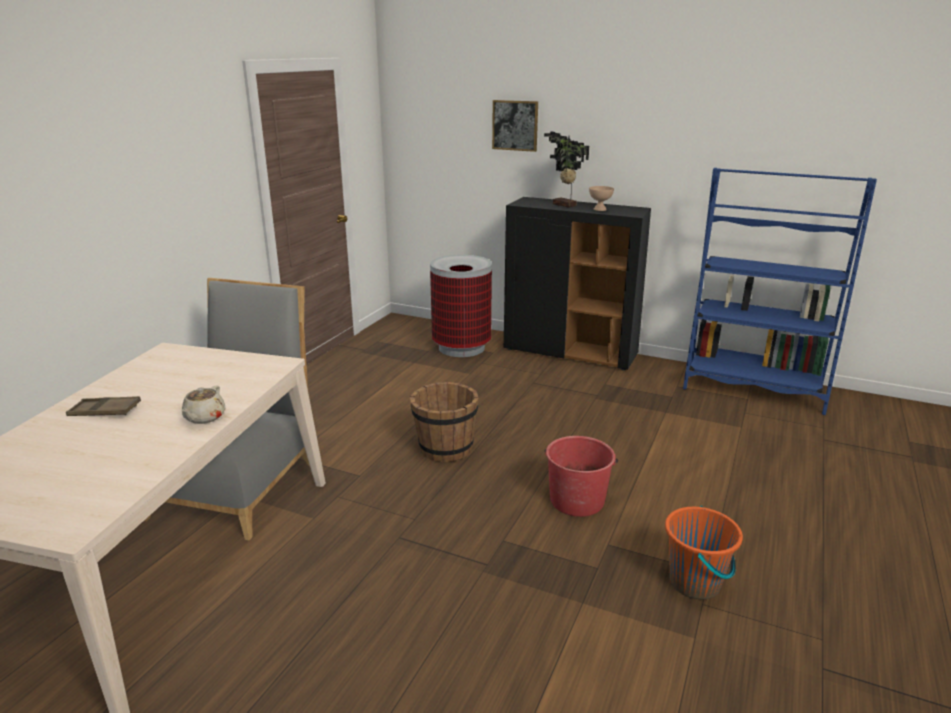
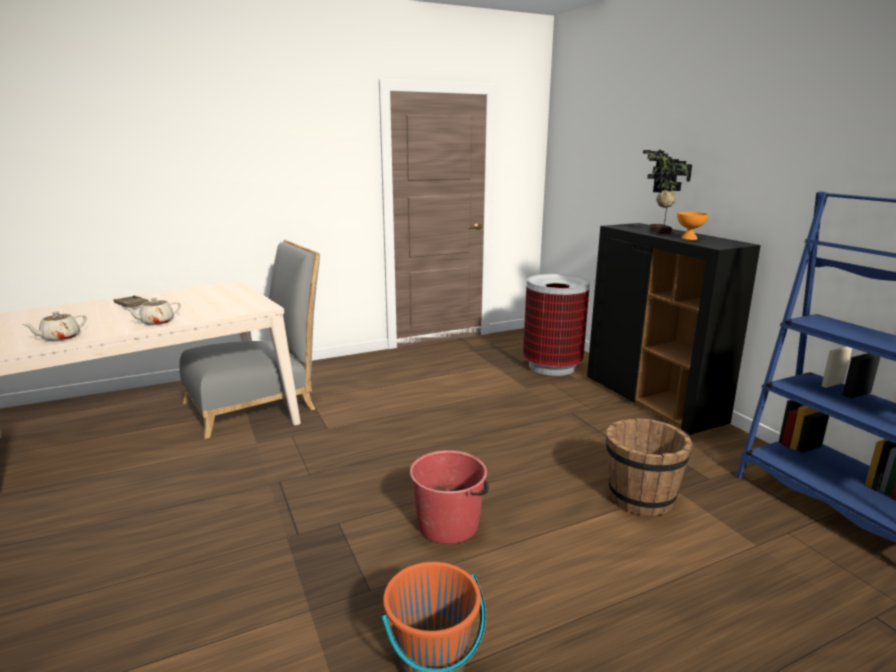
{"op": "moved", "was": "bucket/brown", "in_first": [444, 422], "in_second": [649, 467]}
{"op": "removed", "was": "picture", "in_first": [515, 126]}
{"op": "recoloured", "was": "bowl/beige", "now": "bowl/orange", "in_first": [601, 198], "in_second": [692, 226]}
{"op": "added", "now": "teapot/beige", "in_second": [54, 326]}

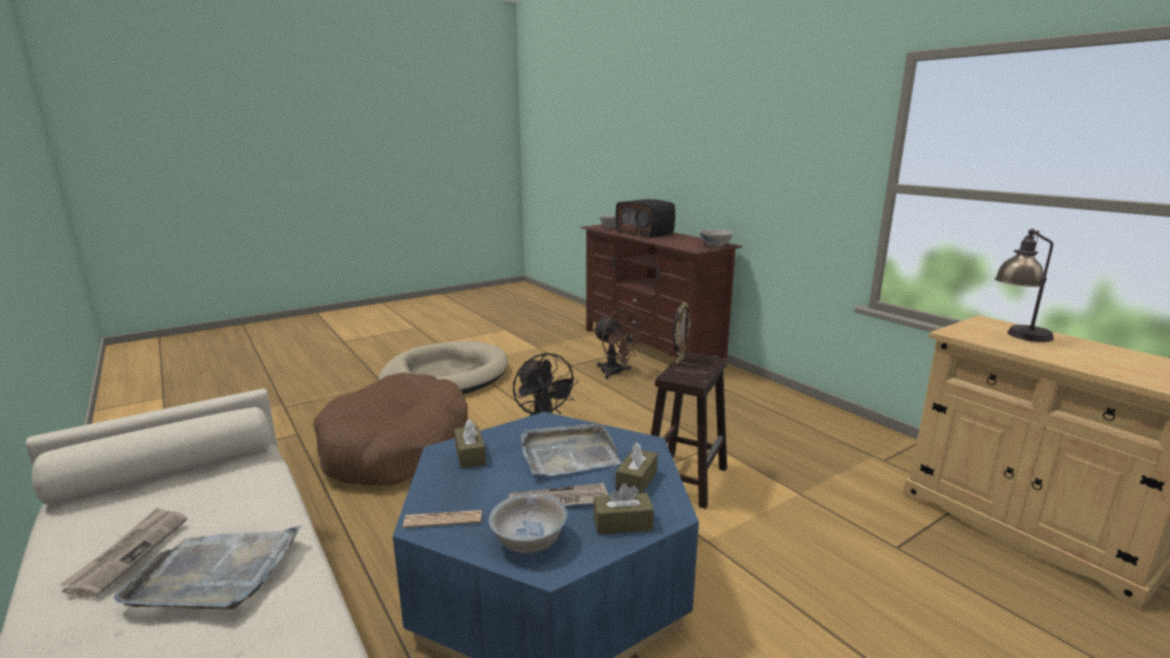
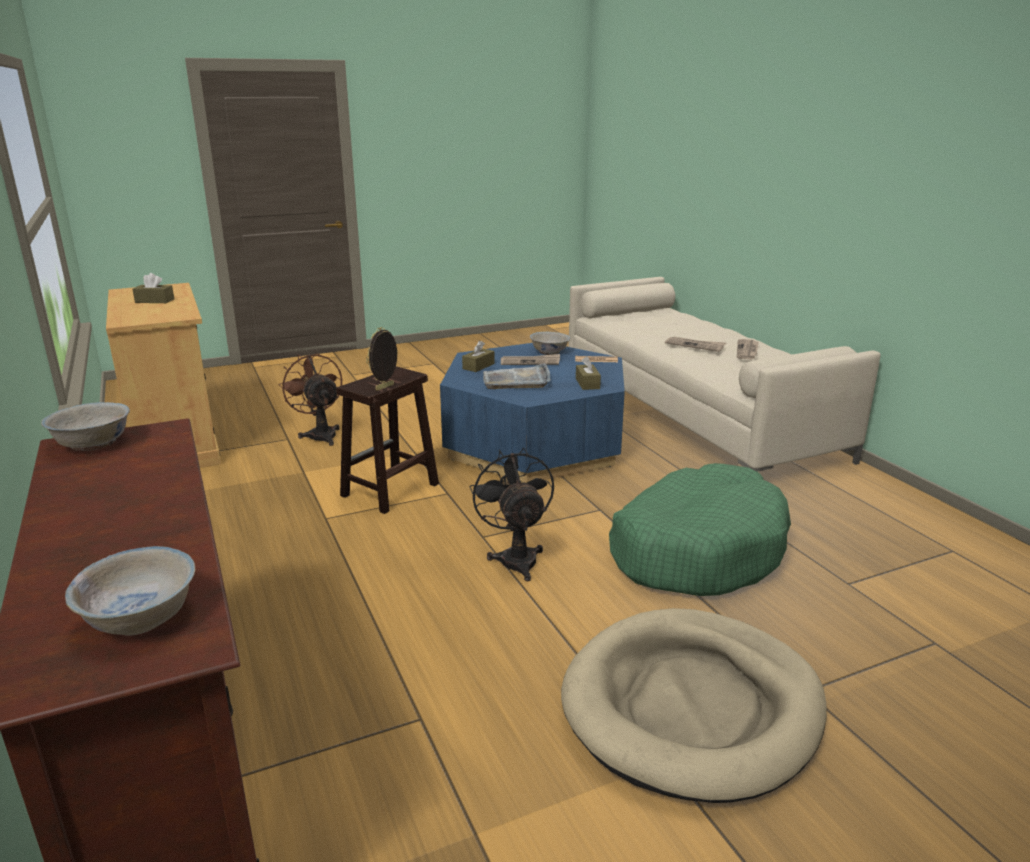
{"op": "replaced", "was": "tray/grey", "now": "newspaper", "in_first": [208, 567], "in_second": [695, 344]}
{"op": "recoloured", "was": "dog bed/brown", "now": "dog bed/green", "in_first": [390, 429], "in_second": [700, 529]}
{"op": "moved", "was": "fan/brown", "in_first": [619, 343], "in_second": [310, 399]}
{"op": "moved", "was": "tissue box/brown", "in_first": [623, 508], "in_second": [153, 288]}
{"op": "removed", "was": "radio", "in_first": [645, 218]}
{"op": "removed", "was": "table lamp", "in_first": [1024, 285]}

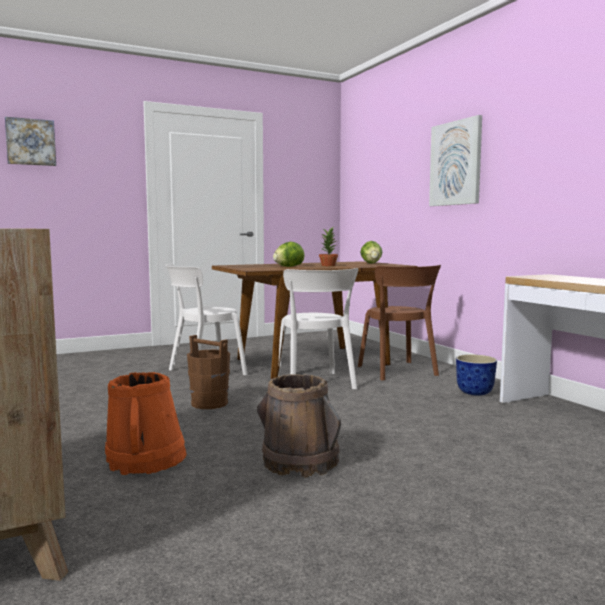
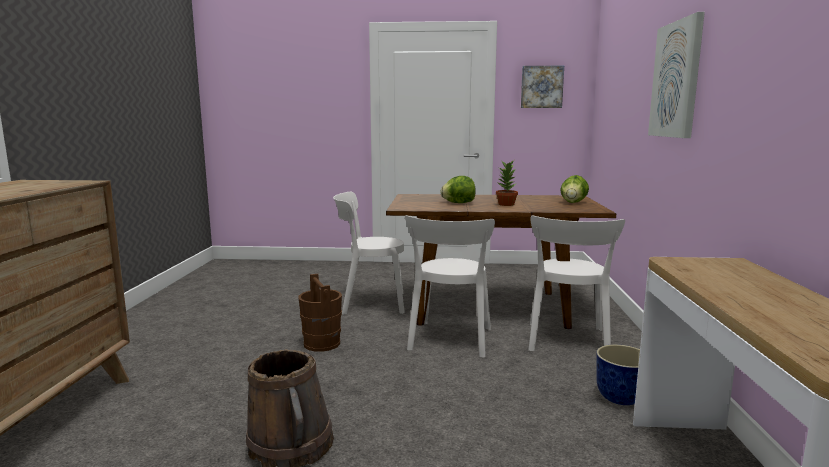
{"op": "moved", "was": "picture", "in_first": [30, 141], "in_second": [542, 87]}
{"op": "removed", "was": "bucket/orange", "in_first": [146, 423]}
{"op": "recoloured", "was": "chair/brown", "now": "chair/white", "in_first": [399, 322], "in_second": [576, 283]}

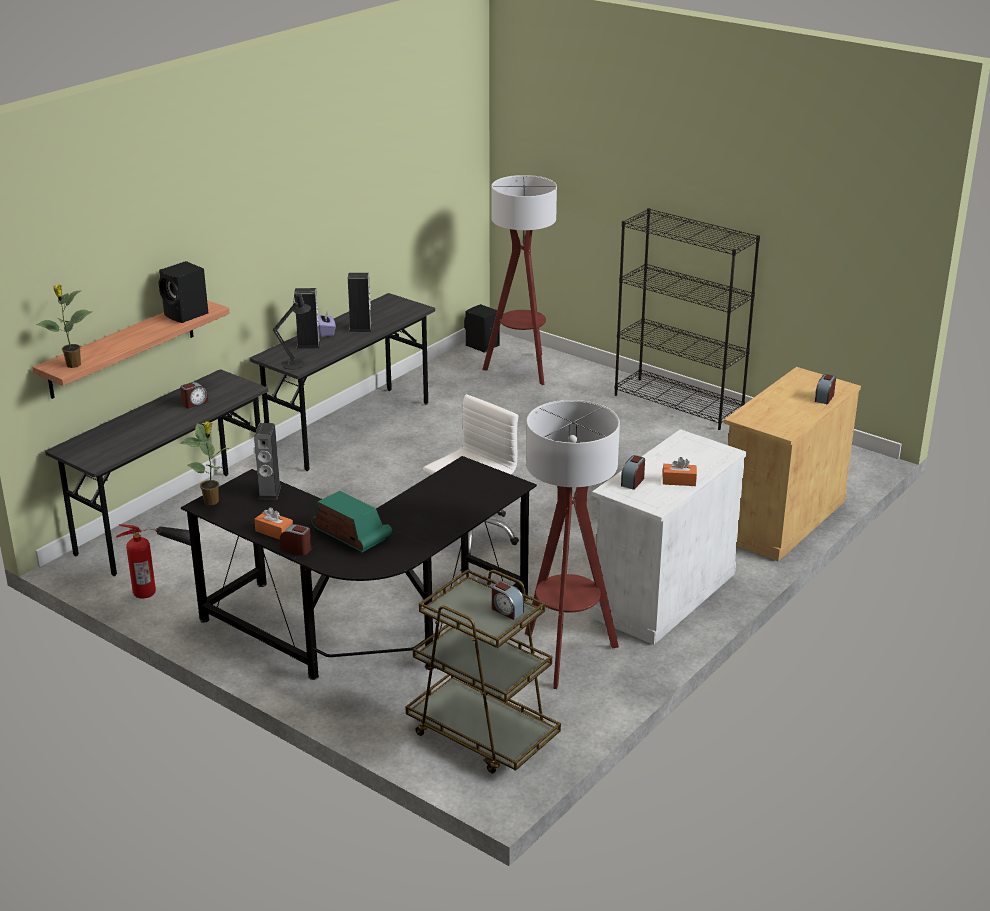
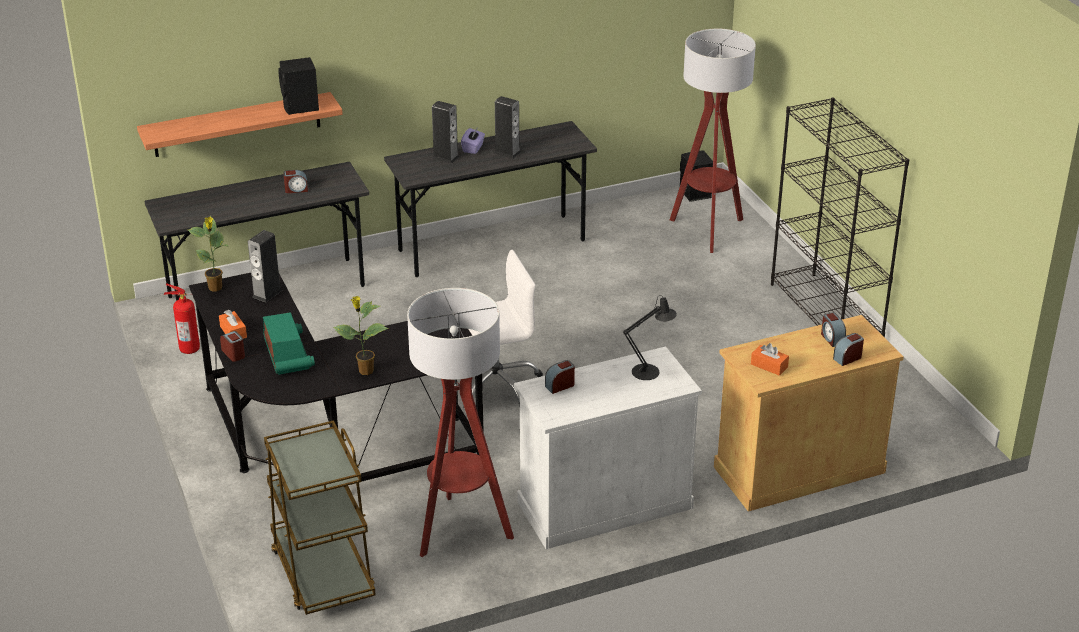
{"op": "moved", "was": "potted plant", "in_first": [64, 326], "in_second": [360, 335]}
{"op": "moved", "was": "table lamp/black", "in_first": [292, 330], "in_second": [650, 337]}
{"op": "moved", "was": "alarm clock", "in_first": [508, 600], "in_second": [833, 329]}
{"op": "moved", "was": "tissue box/orange", "in_first": [680, 471], "in_second": [770, 359]}

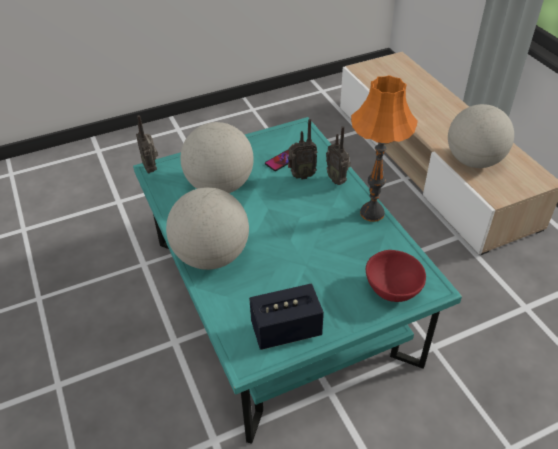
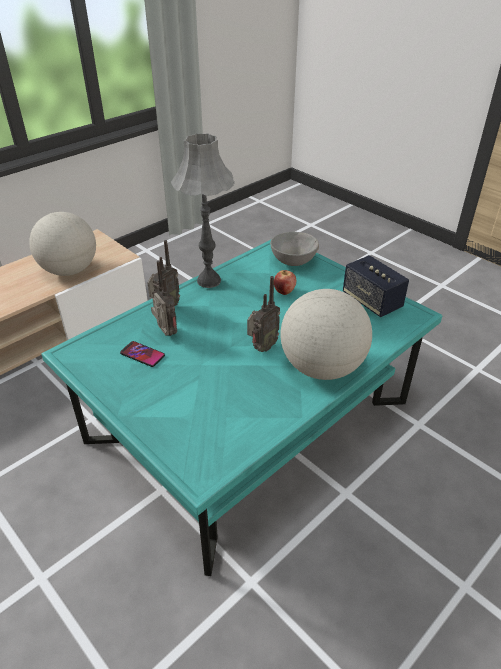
{"op": "moved", "was": "radio", "in_first": [147, 144], "in_second": [263, 314]}
{"op": "removed", "was": "globe", "in_first": [217, 157]}
{"op": "recoloured", "was": "table lamp/orange", "now": "table lamp/grey", "in_first": [384, 148], "in_second": [203, 210]}
{"op": "recoloured", "was": "bowl/red", "now": "bowl/grey", "in_first": [396, 276], "in_second": [294, 249]}
{"op": "added", "now": "apple", "in_second": [285, 282]}

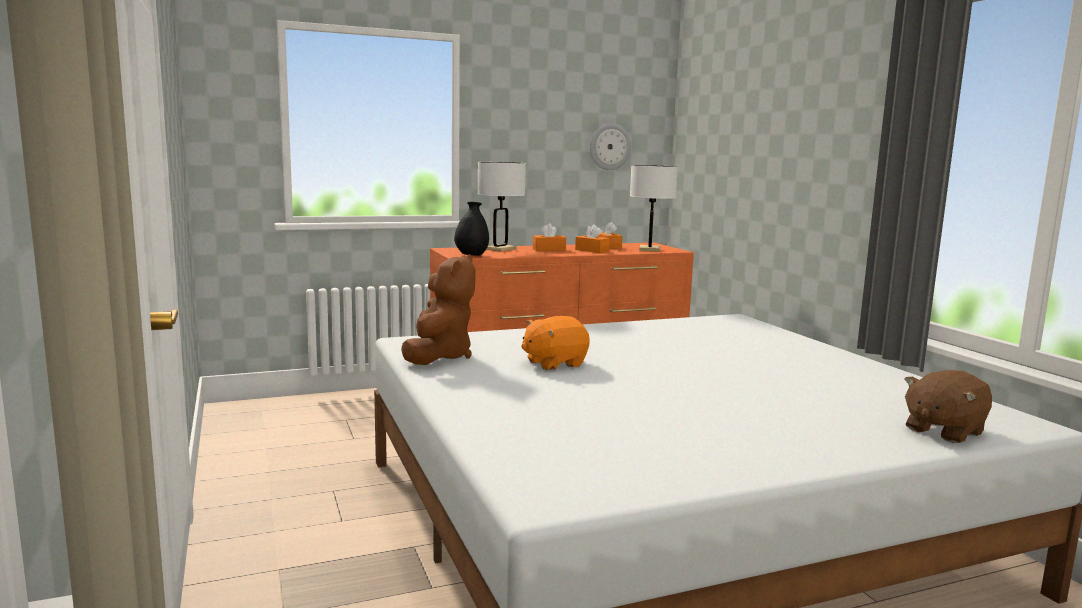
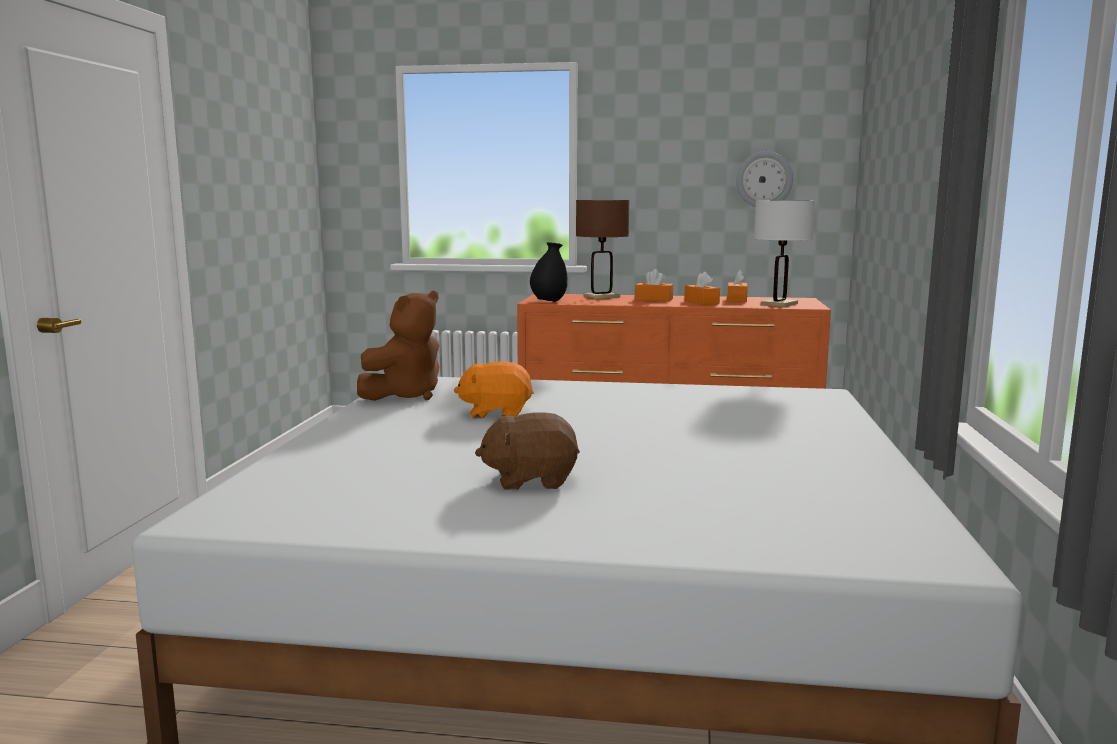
{"op": "recoloured", "was": "table lamp/white", "now": "table lamp/brown", "in_first": [502, 206], "in_second": [603, 249]}
{"op": "moved", "was": "plush toy/brown", "in_first": [948, 406], "in_second": [527, 451]}

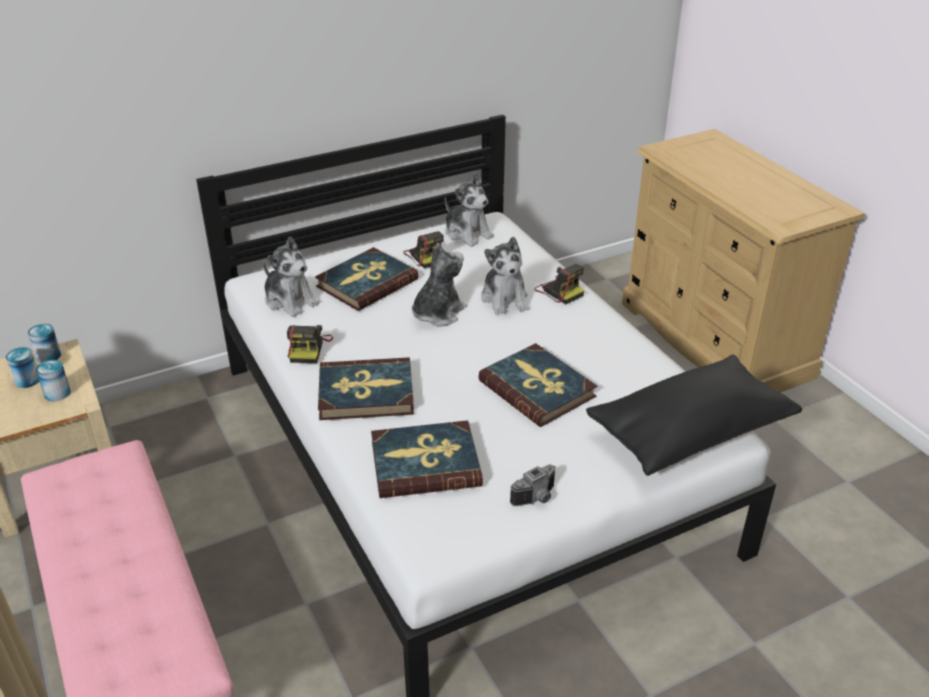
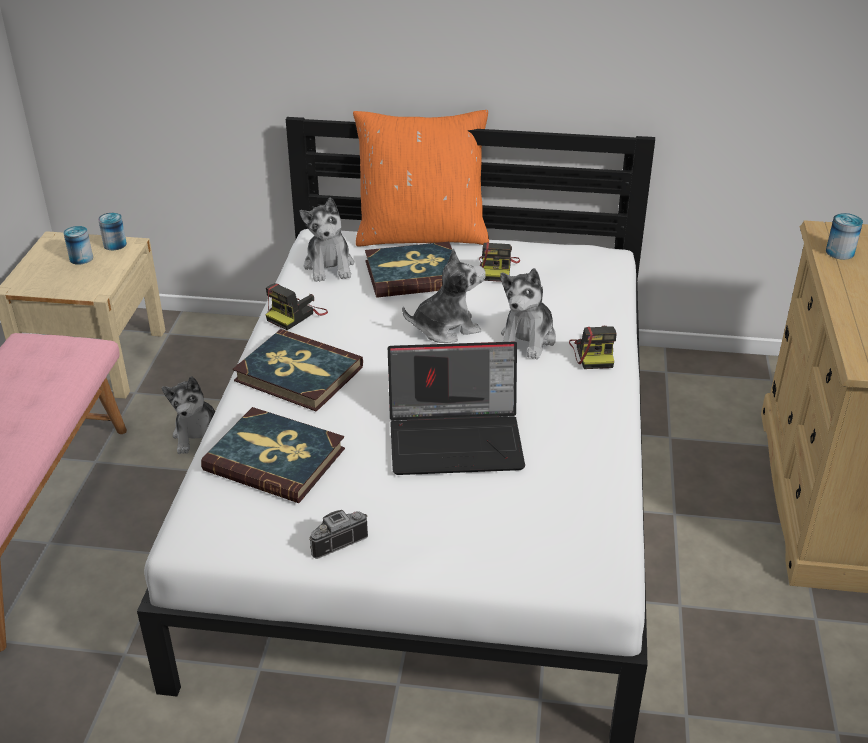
{"op": "moved", "was": "can", "in_first": [53, 380], "in_second": [844, 236]}
{"op": "moved", "was": "plush toy", "in_first": [469, 210], "in_second": [188, 415]}
{"op": "replaced", "was": "book", "now": "laptop", "in_first": [537, 385], "in_second": [456, 408]}
{"op": "turned", "was": "photo camera", "in_first": [532, 485], "in_second": [338, 534], "clockwise": 150}
{"op": "removed", "was": "pillow/black", "in_first": [694, 415]}
{"op": "added", "now": "pillow/orange", "in_second": [421, 178]}

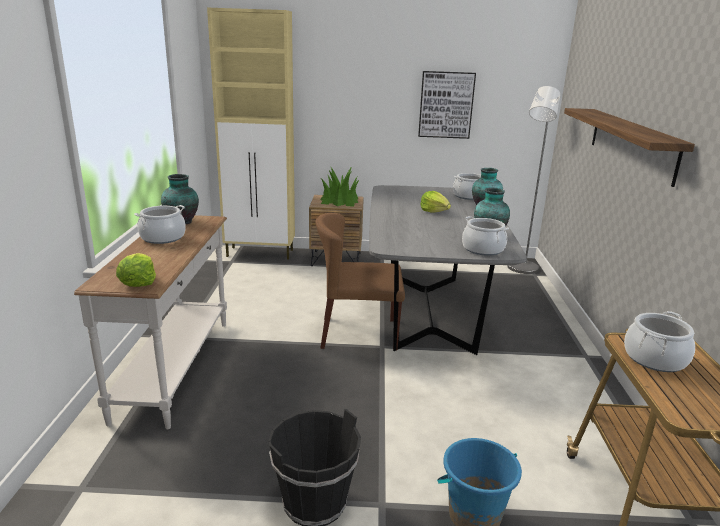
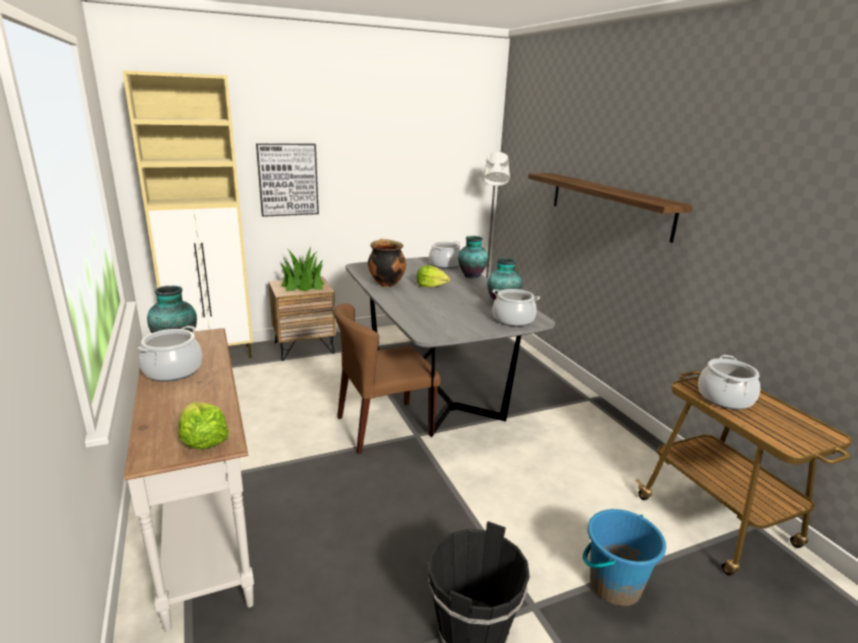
{"op": "moved", "was": "picture", "in_first": [447, 105], "in_second": [287, 180]}
{"op": "added", "now": "cooking pot", "in_second": [387, 263]}

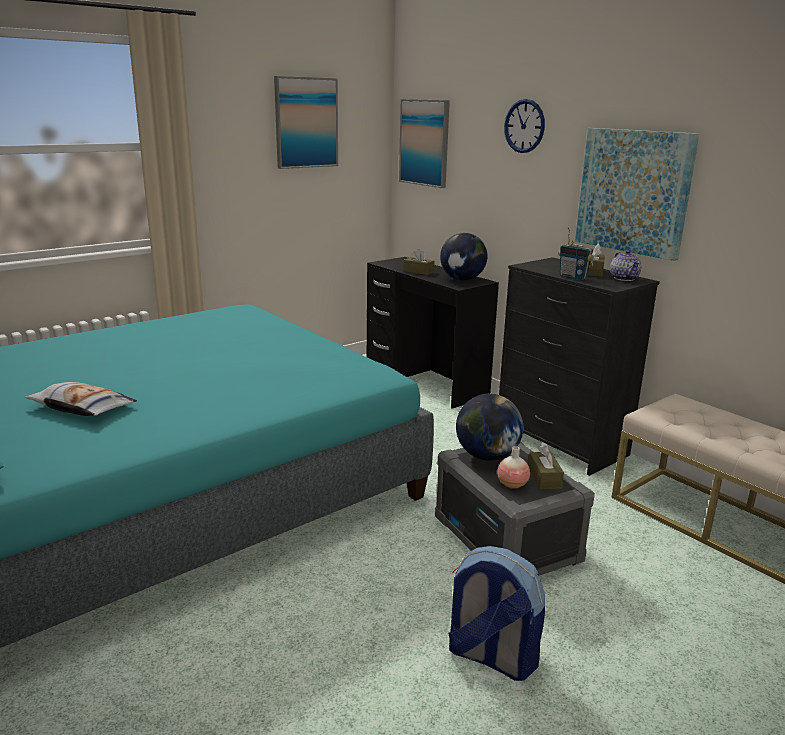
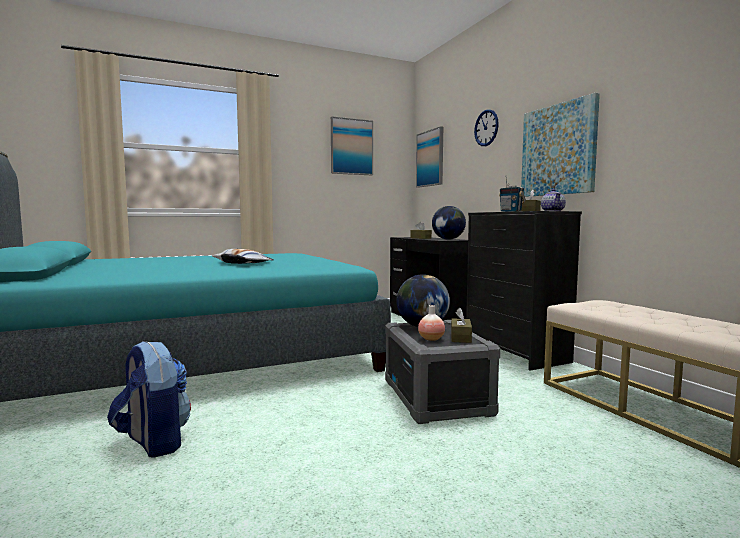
{"op": "moved", "was": "pillow", "in_first": [81, 399], "in_second": [243, 256]}
{"op": "moved", "was": "backpack", "in_first": [497, 613], "in_second": [149, 399]}

